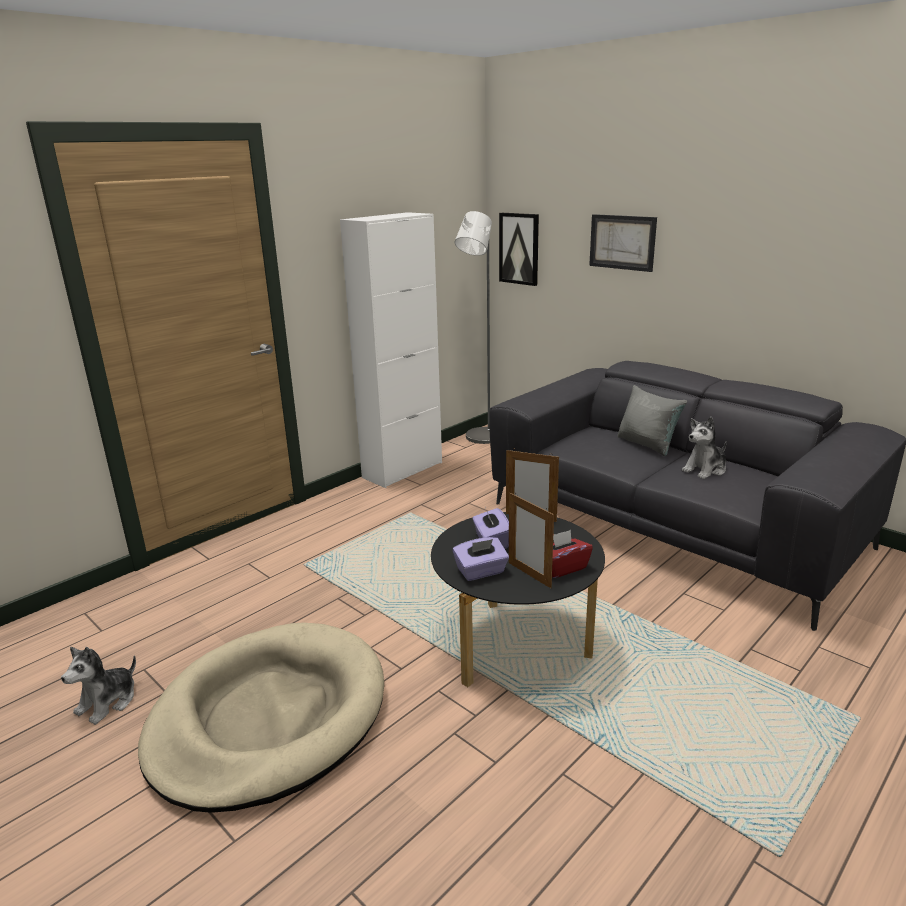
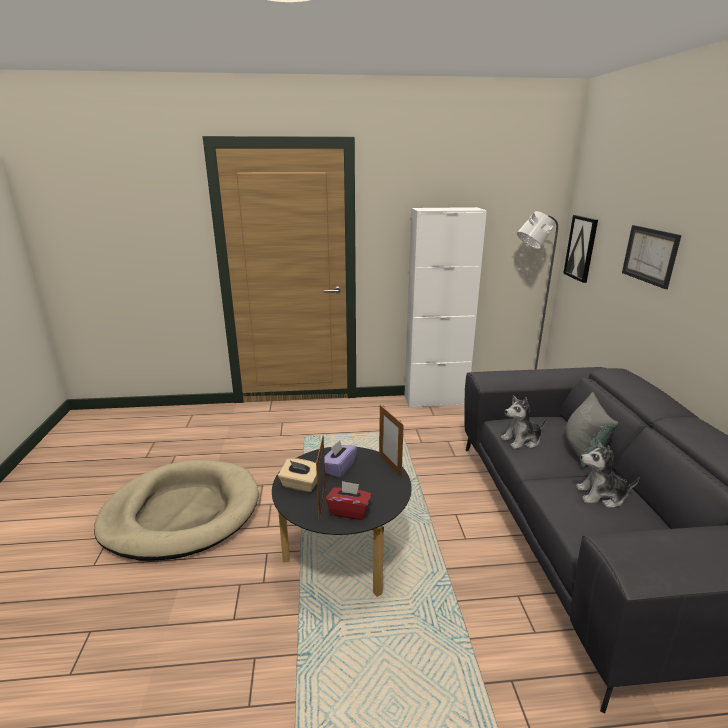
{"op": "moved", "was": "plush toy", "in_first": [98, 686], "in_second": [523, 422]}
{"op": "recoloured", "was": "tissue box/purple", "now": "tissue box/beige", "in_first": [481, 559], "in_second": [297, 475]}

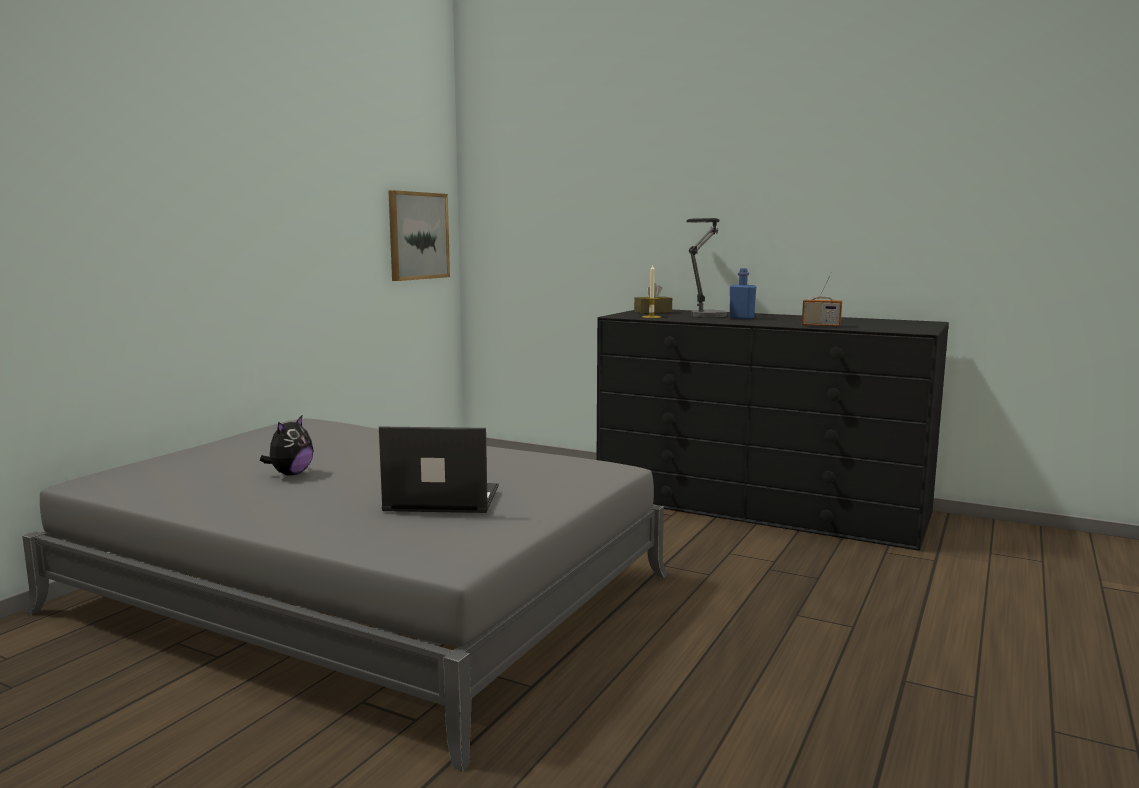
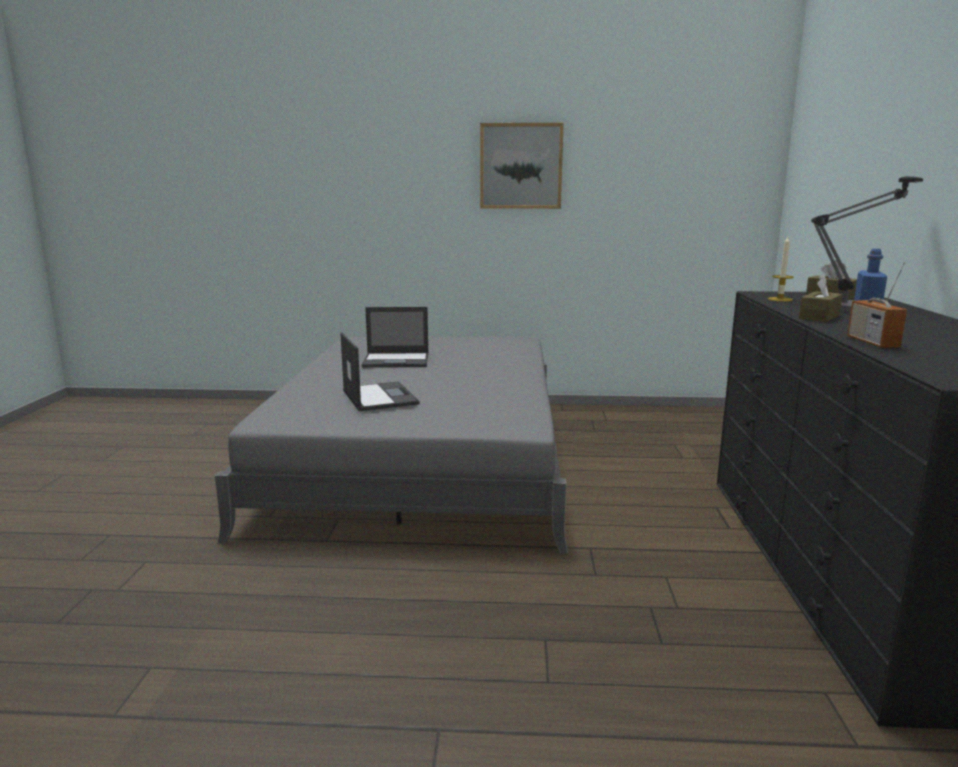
{"op": "replaced", "was": "plush toy", "now": "laptop", "in_first": [287, 445], "in_second": [395, 337]}
{"op": "moved", "was": "picture", "in_first": [419, 235], "in_second": [522, 166]}
{"op": "added", "now": "tissue box/brown", "in_second": [821, 298]}

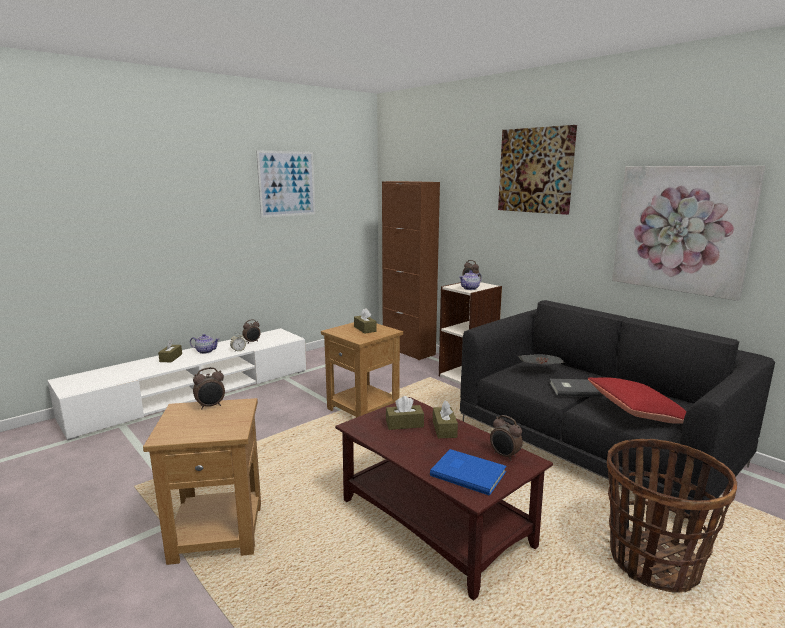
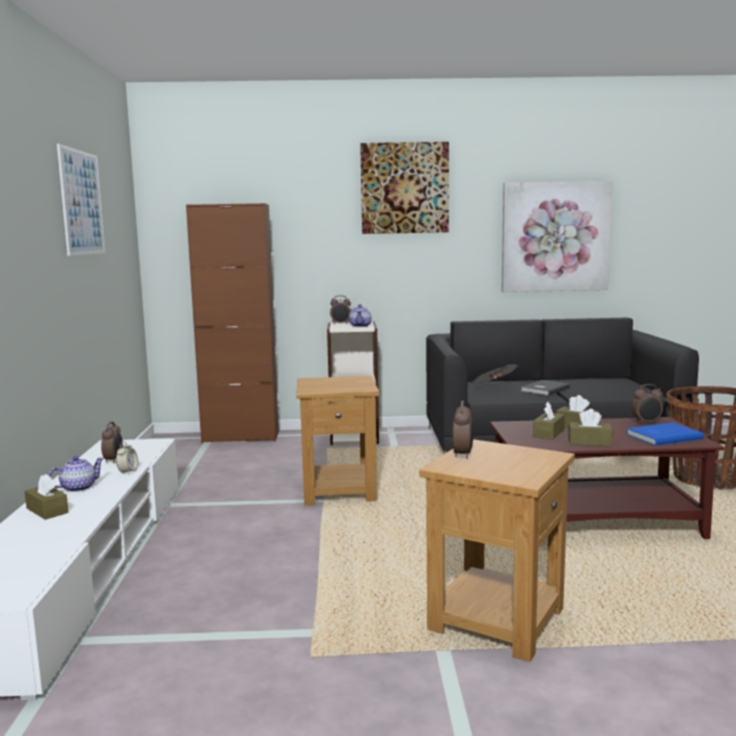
{"op": "moved", "was": "tissue box/brown", "in_first": [365, 321], "in_second": [590, 427]}
{"op": "removed", "was": "pillow/red", "in_first": [637, 400]}

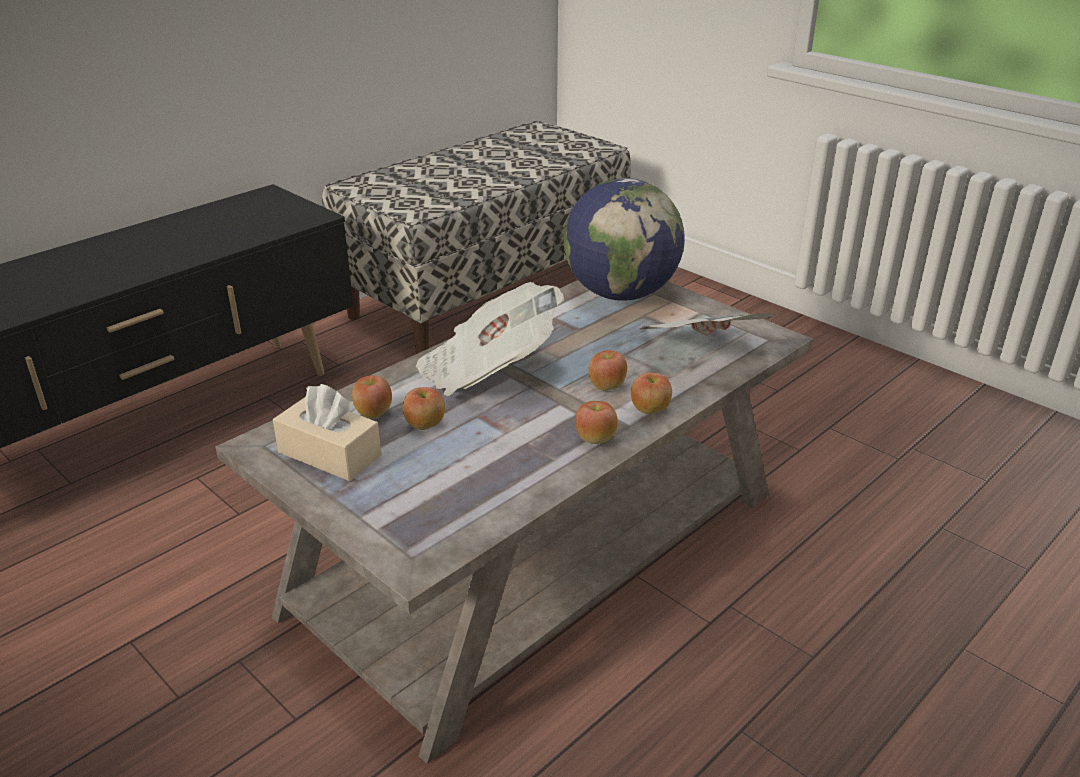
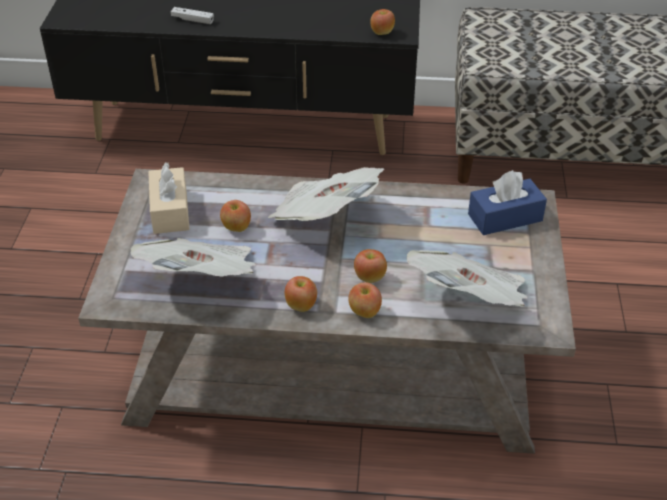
{"op": "moved", "was": "apple", "in_first": [372, 397], "in_second": [382, 22]}
{"op": "replaced", "was": "globe", "now": "tissue box/blue", "in_first": [624, 239], "in_second": [507, 202]}
{"op": "added", "now": "newspaper", "in_second": [193, 257]}
{"op": "added", "now": "game controller/white", "in_second": [192, 15]}

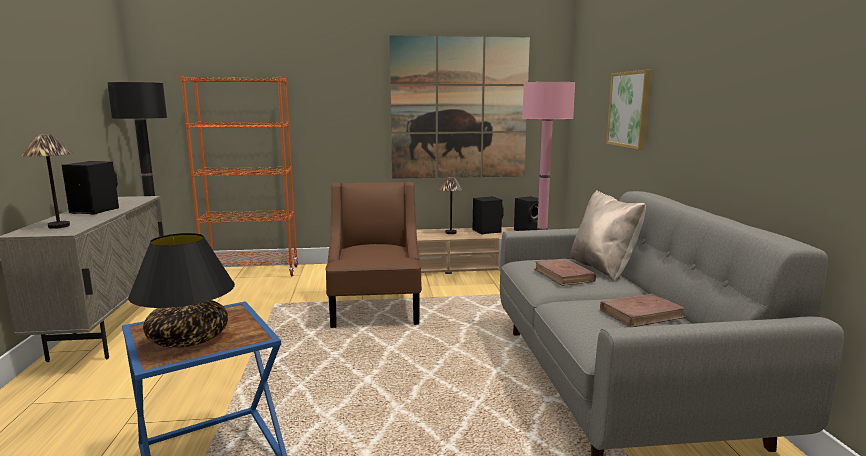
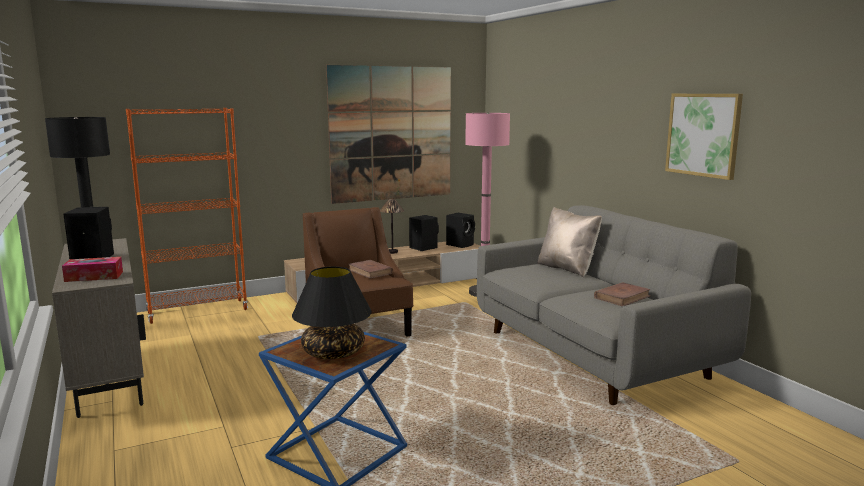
{"op": "replaced", "was": "table lamp", "now": "tissue box", "in_first": [47, 181], "in_second": [92, 269]}
{"op": "moved", "was": "book/brown", "in_first": [565, 272], "in_second": [371, 269]}
{"op": "moved", "was": "picture", "in_first": [628, 110], "in_second": [704, 137]}

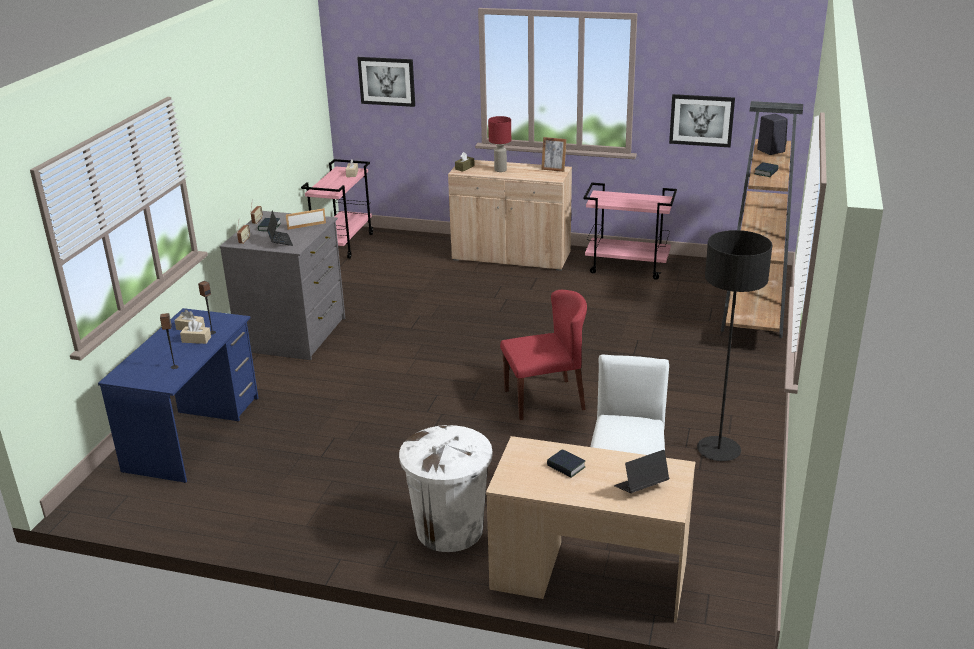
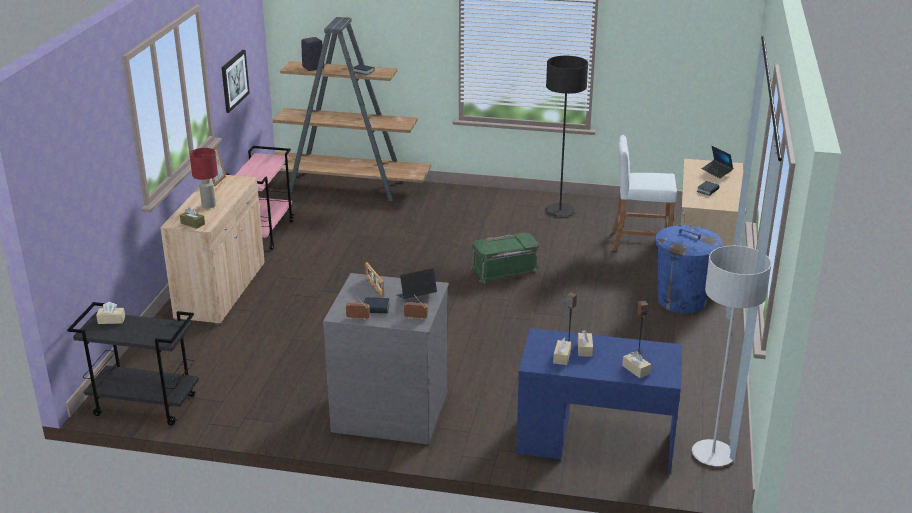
{"op": "recoloured", "was": "cart/pink", "now": "cart/black", "in_first": [337, 209], "in_second": [133, 364]}
{"op": "removed", "was": "picture", "in_first": [386, 82]}
{"op": "recoloured", "was": "trash can/white", "now": "trash can/blue", "in_first": [446, 488], "in_second": [689, 269]}
{"op": "replaced", "was": "chair/red", "now": "storage box/green", "in_first": [543, 355], "in_second": [505, 258]}
{"op": "added", "now": "tissue box/beige", "in_second": [636, 364]}
{"op": "added", "now": "floor lamp/grey", "in_second": [732, 356]}

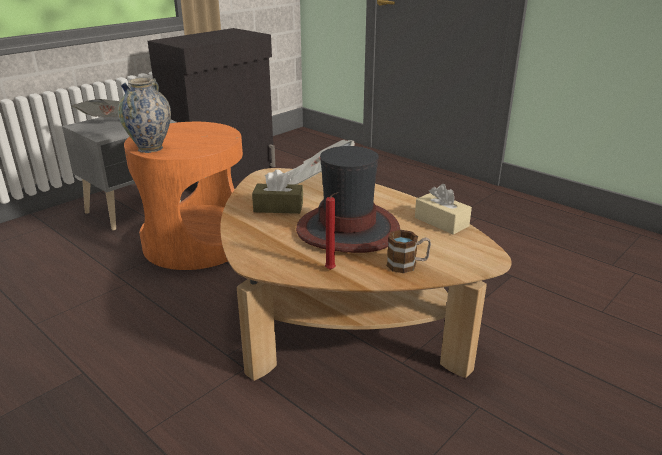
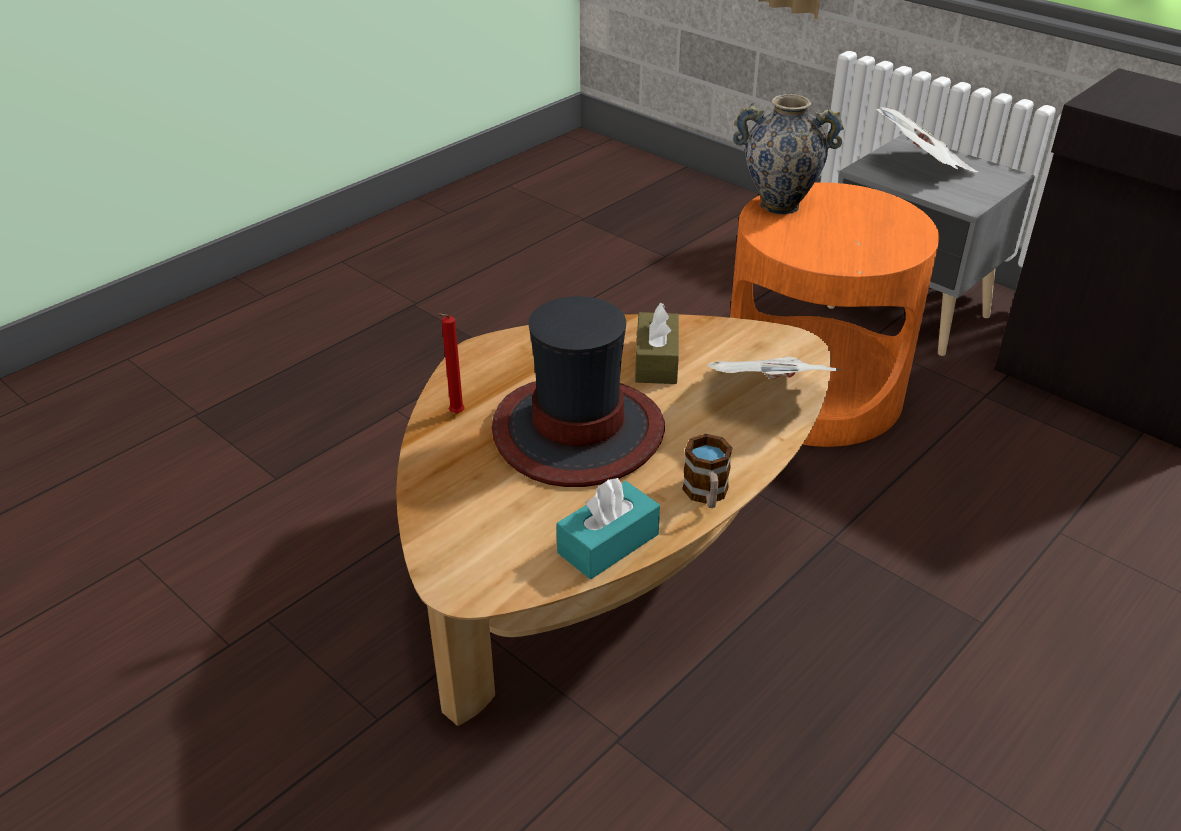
{"op": "moved", "was": "mug", "in_first": [409, 251], "in_second": [707, 471]}
{"op": "recoloured", "was": "tissue box/beige", "now": "tissue box/turquoise", "in_first": [443, 209], "in_second": [608, 528]}

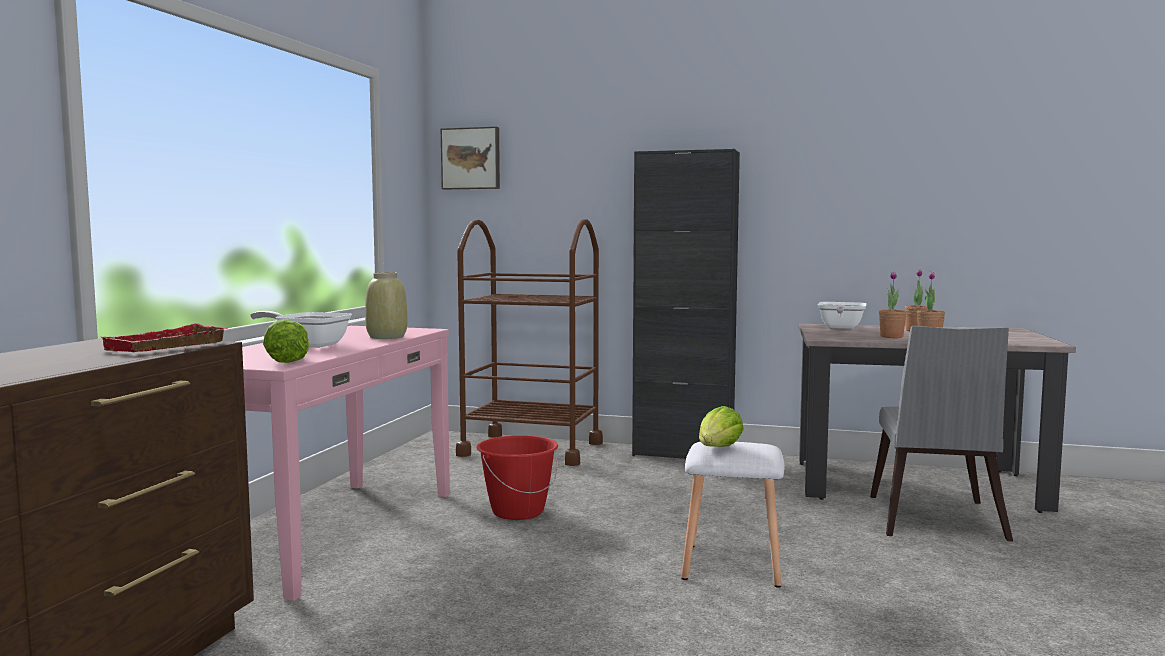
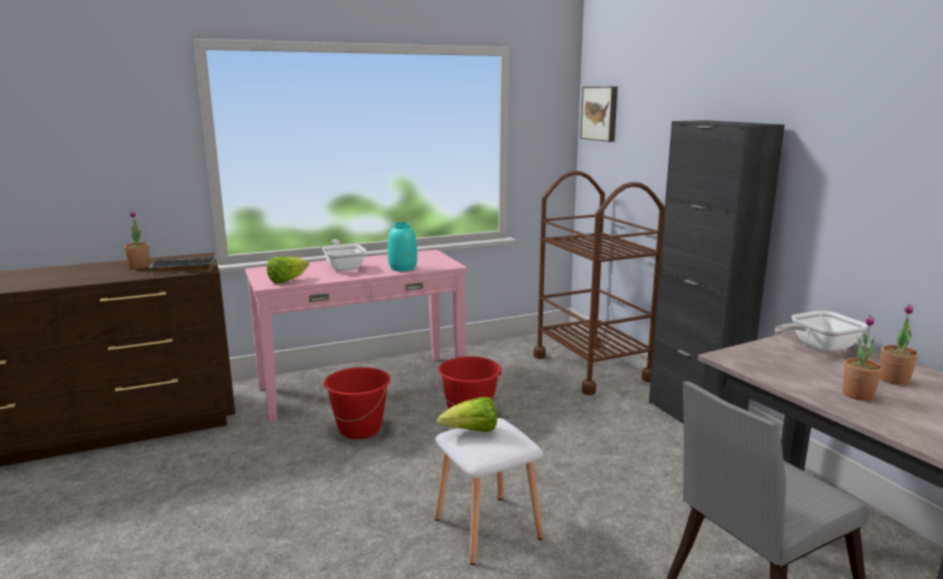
{"op": "recoloured", "was": "tray/red", "now": "tray/grey", "in_first": [164, 337], "in_second": [182, 263]}
{"op": "recoloured", "was": "vase/beige", "now": "vase/turquoise", "in_first": [386, 305], "in_second": [402, 246]}
{"op": "moved", "was": "potted plant", "in_first": [893, 304], "in_second": [137, 240]}
{"op": "added", "now": "bucket/red", "in_second": [357, 403]}

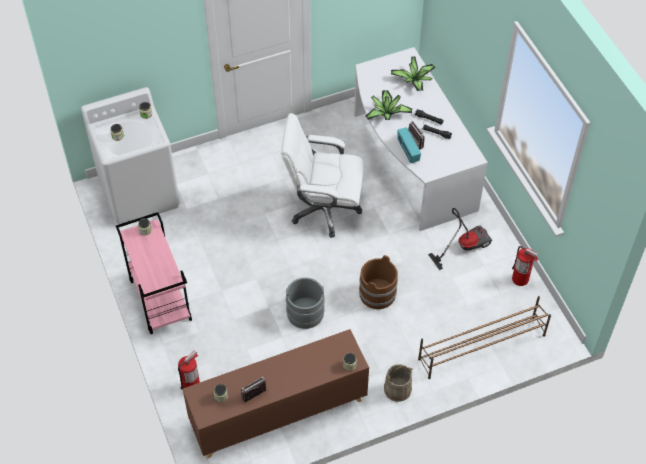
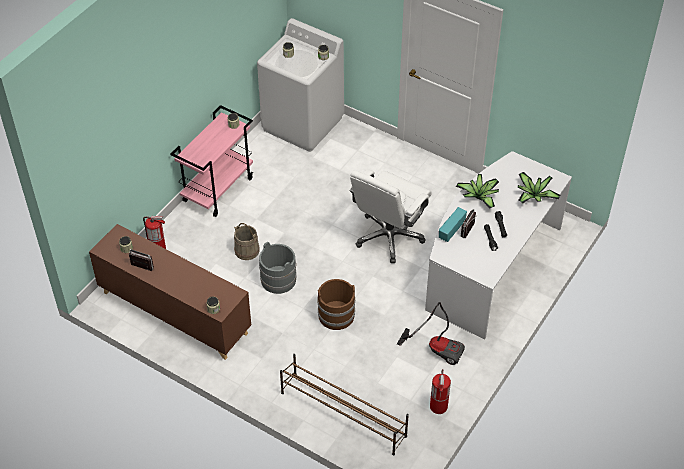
{"op": "turned", "was": "office chair/white", "in_first": [322, 175], "in_second": [390, 216], "clockwise": -120}
{"op": "moved", "was": "bucket/beige", "in_first": [398, 383], "in_second": [247, 241]}

